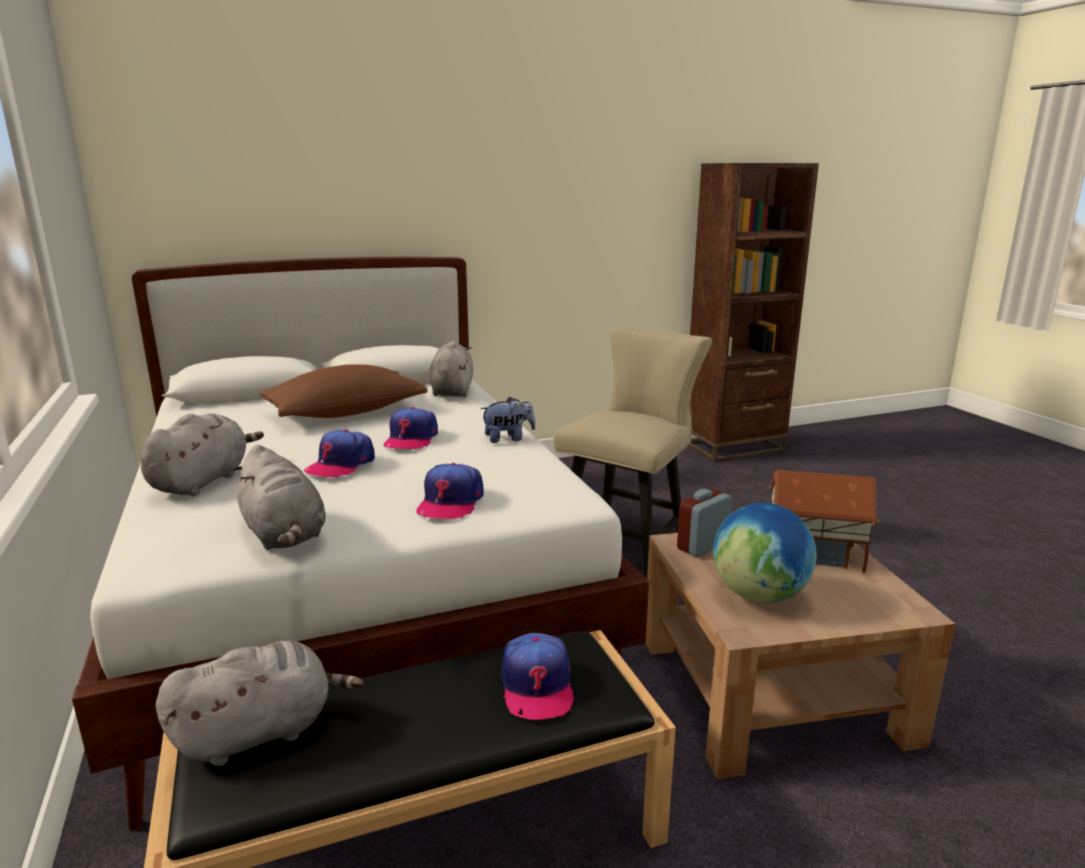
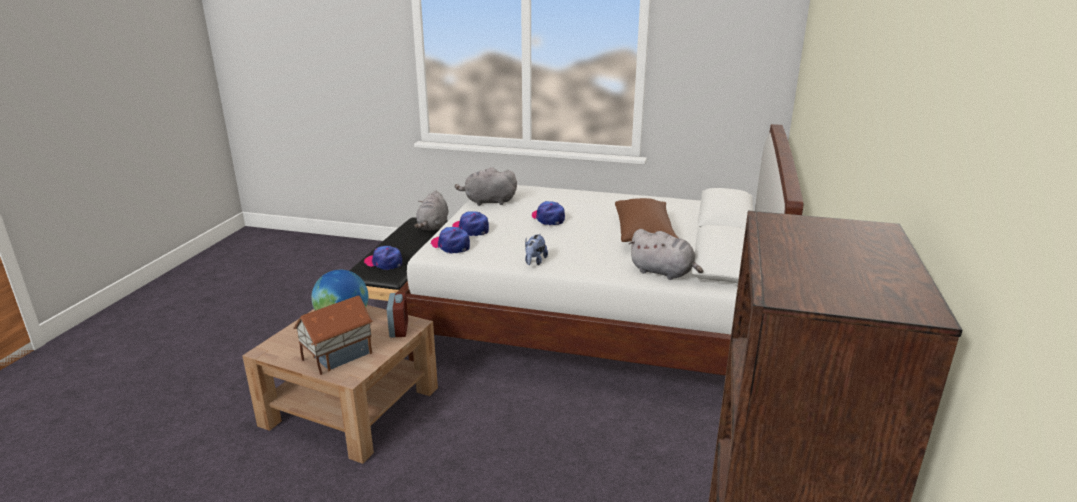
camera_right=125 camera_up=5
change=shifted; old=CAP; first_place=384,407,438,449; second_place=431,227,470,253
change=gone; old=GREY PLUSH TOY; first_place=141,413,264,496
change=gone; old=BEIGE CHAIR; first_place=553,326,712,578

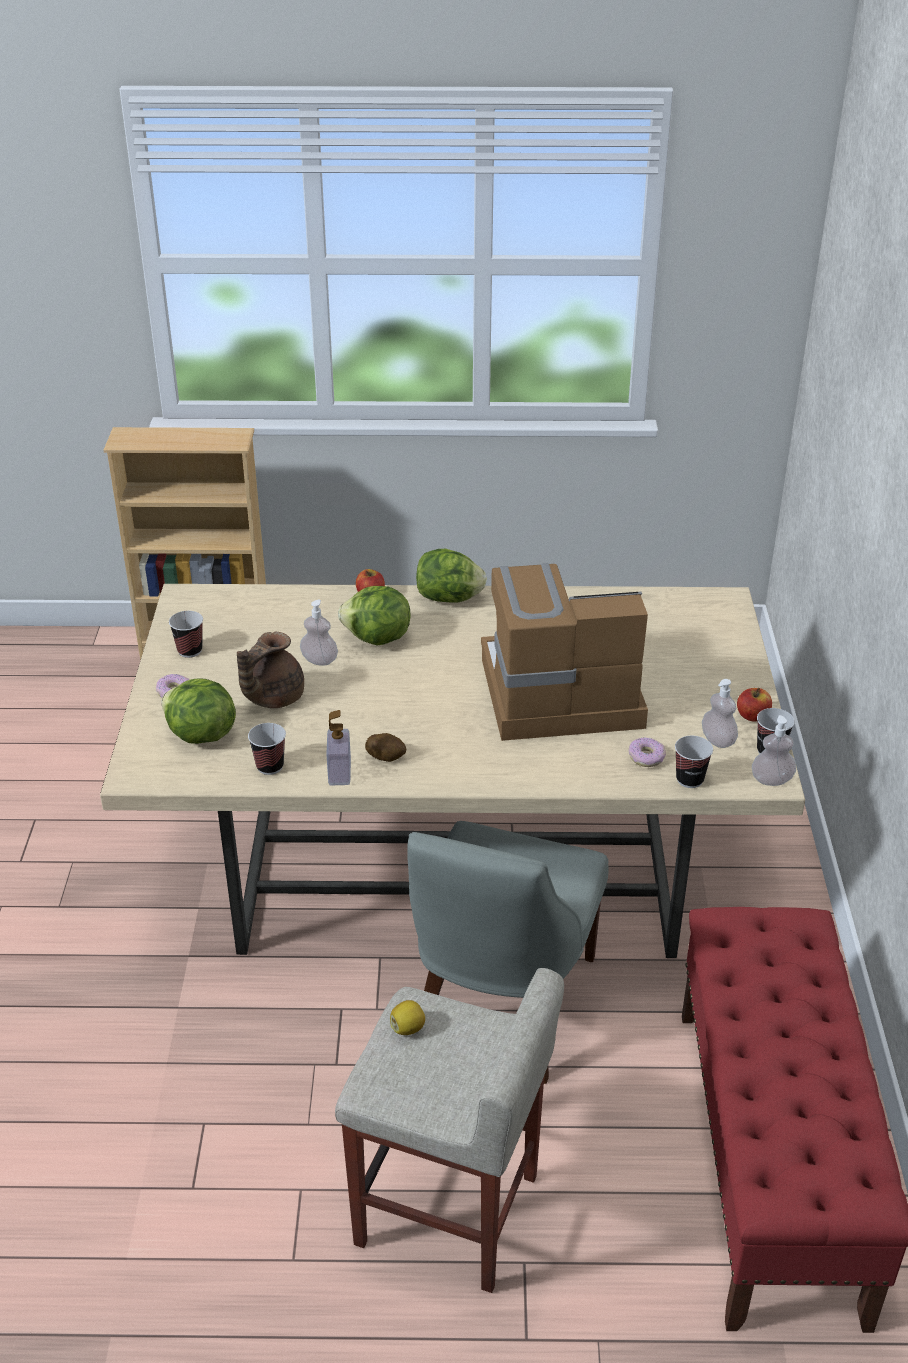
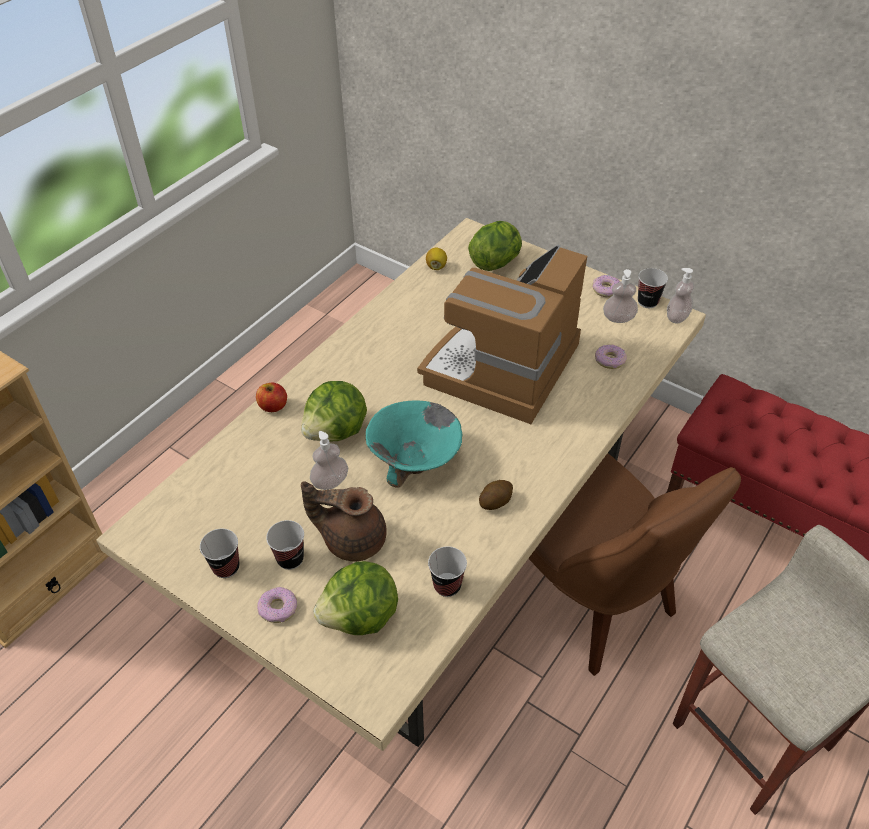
camera_right=-55 camera_up=10
change=shifted; old=CUP; first_place=675,736,713,788; second_place=266,520,304,570
change=rotated; old=BROWN TEAPOT; first_place=237,632,304,708; second_place=301,481,387,562; degrees=120
change=new; new=TURQUOISE BOWL; second_place=366,401,462,487
change=shifted; old=LEMON; first_place=390,1000,425,1035; second_place=426,248,447,270
change=shifted; old=LETTUCE; first_place=416,549,487,603; second_place=468,221,522,271
change=repainted; old=GREY CHAIR; new=BROWN CHAIR; first_place=407,821,609,1084; second_place=528,453,741,676
change=swapped; old=APPLE; new=DONUT; first_place=737,688,772,722; second_place=592,275,620,297
change=gone; old=SOAP DISPENSER; first_place=326,710,351,785

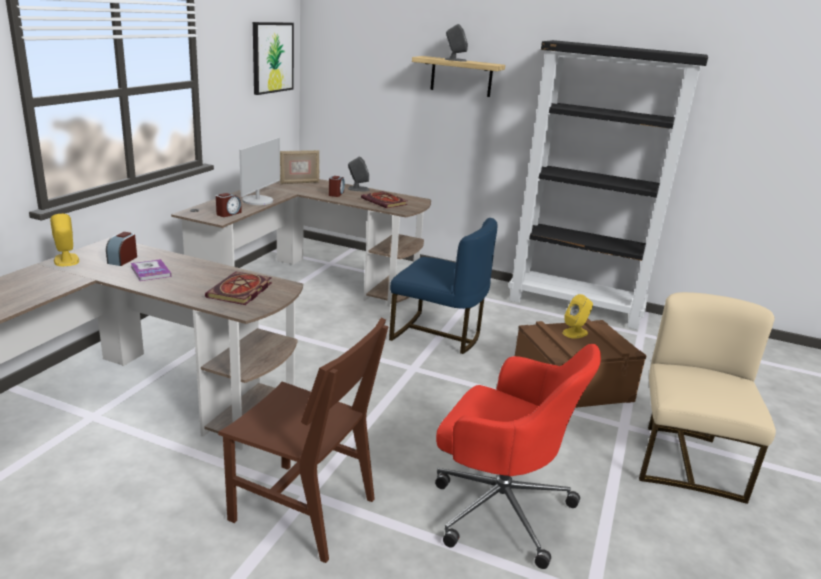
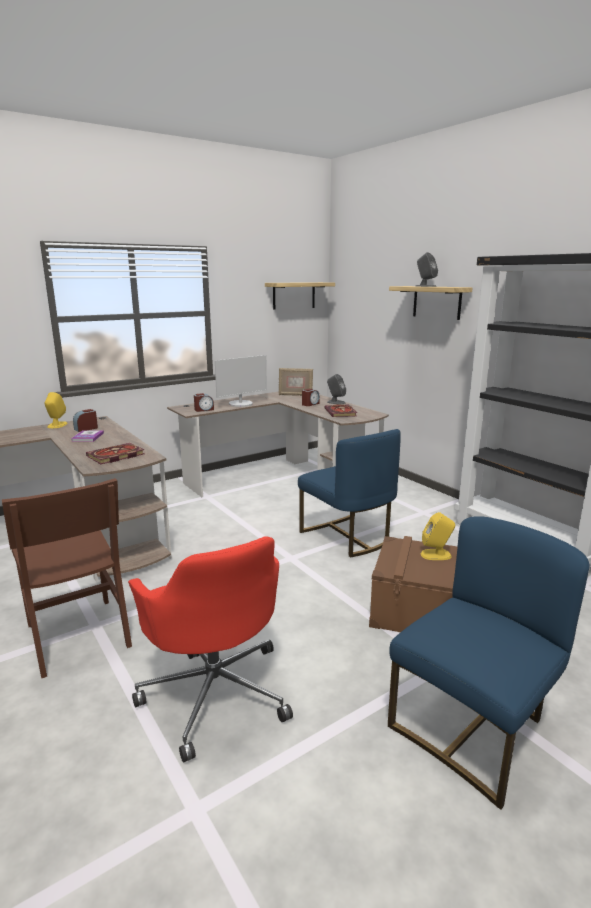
camera_right=35 camera_up=-5
change=swapped; old=PICTURE; new=SHELF; first_place=253,22,294,95; second_place=265,282,335,310
change=repainted; old=BEIGE CHAIR; new=BLUE CHAIR; first_place=639,292,776,504; second_place=388,516,590,810

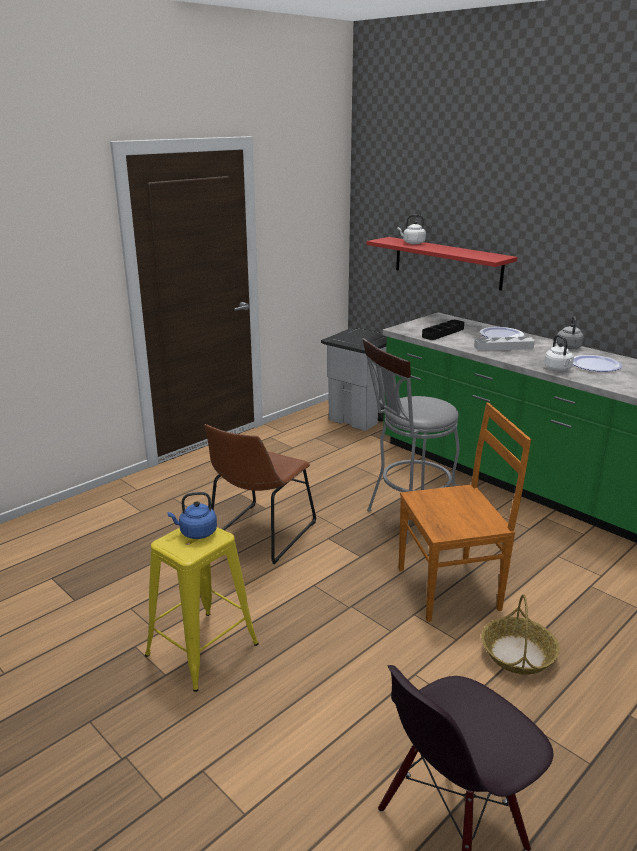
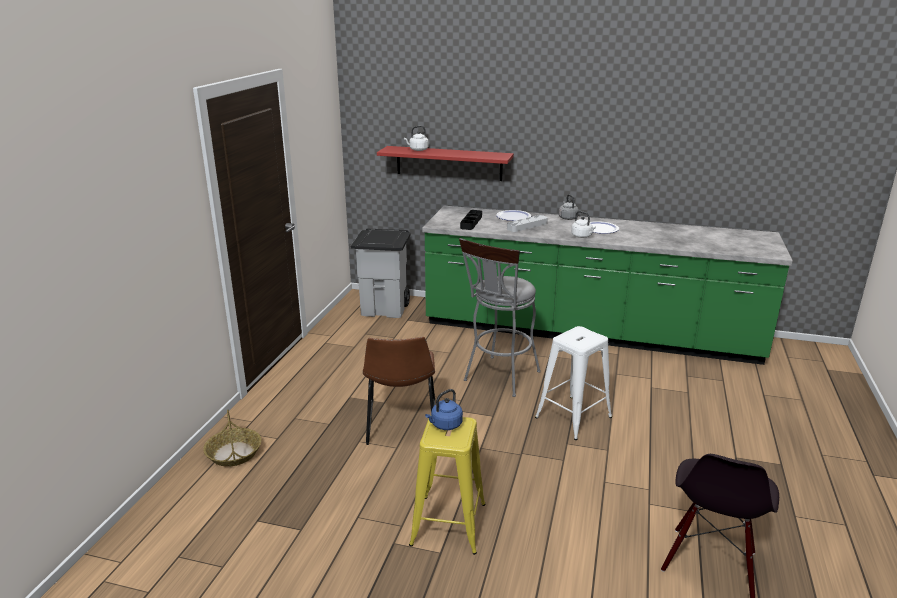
camera_right=-30 camera_up=0
change=shifted; old=BASKET; first_place=481,594,560,675; second_place=203,409,261,467
change=swapped; old=BROWN CHAIR; new=WHITE STOOL; first_place=399,402,531,622; second_place=535,326,612,440

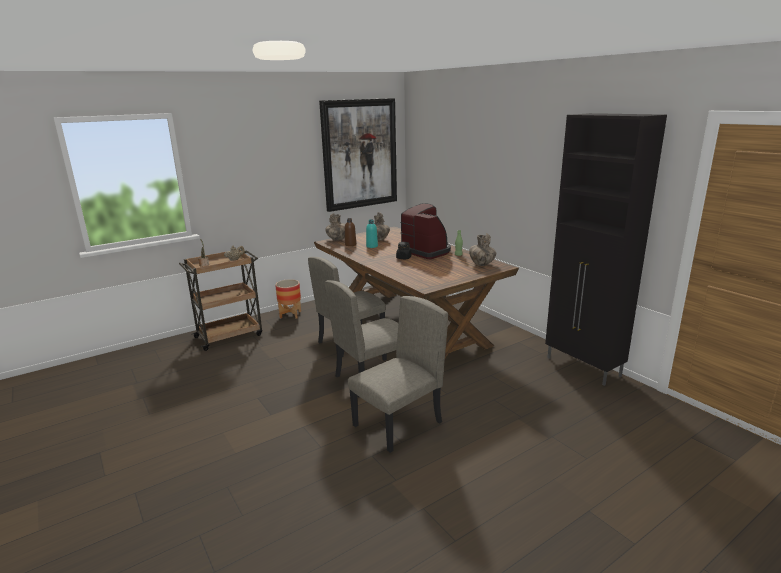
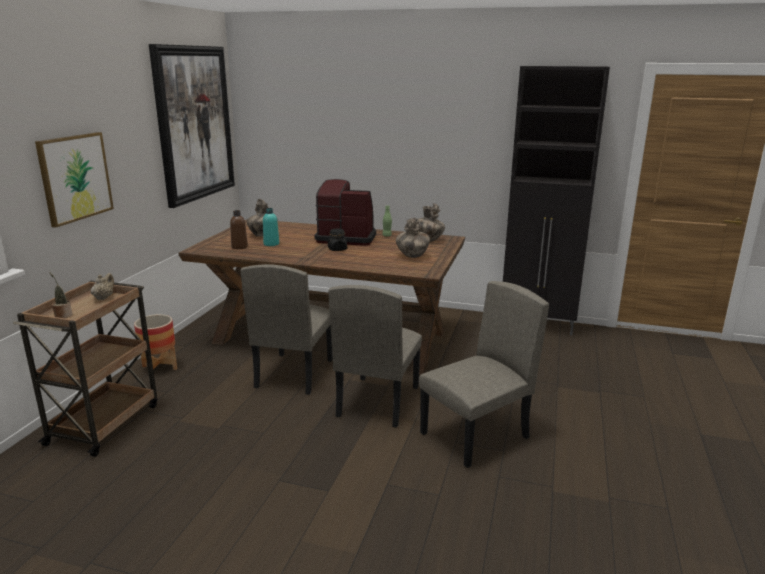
camera_right=-40 camera_up=0
change=new; new=PICTURE; second_place=35,132,114,228
change=shifted; old=VASE; first_place=325,213,345,241; second_place=396,217,430,258
change=rotated; old=BEIGE CHAIR; first_place=348,296,448,453; second_place=419,281,549,468; degrees=45

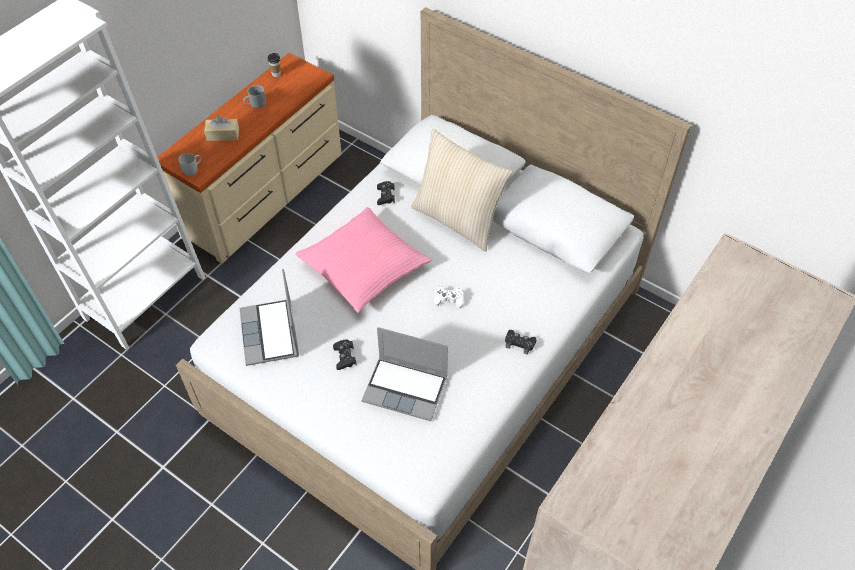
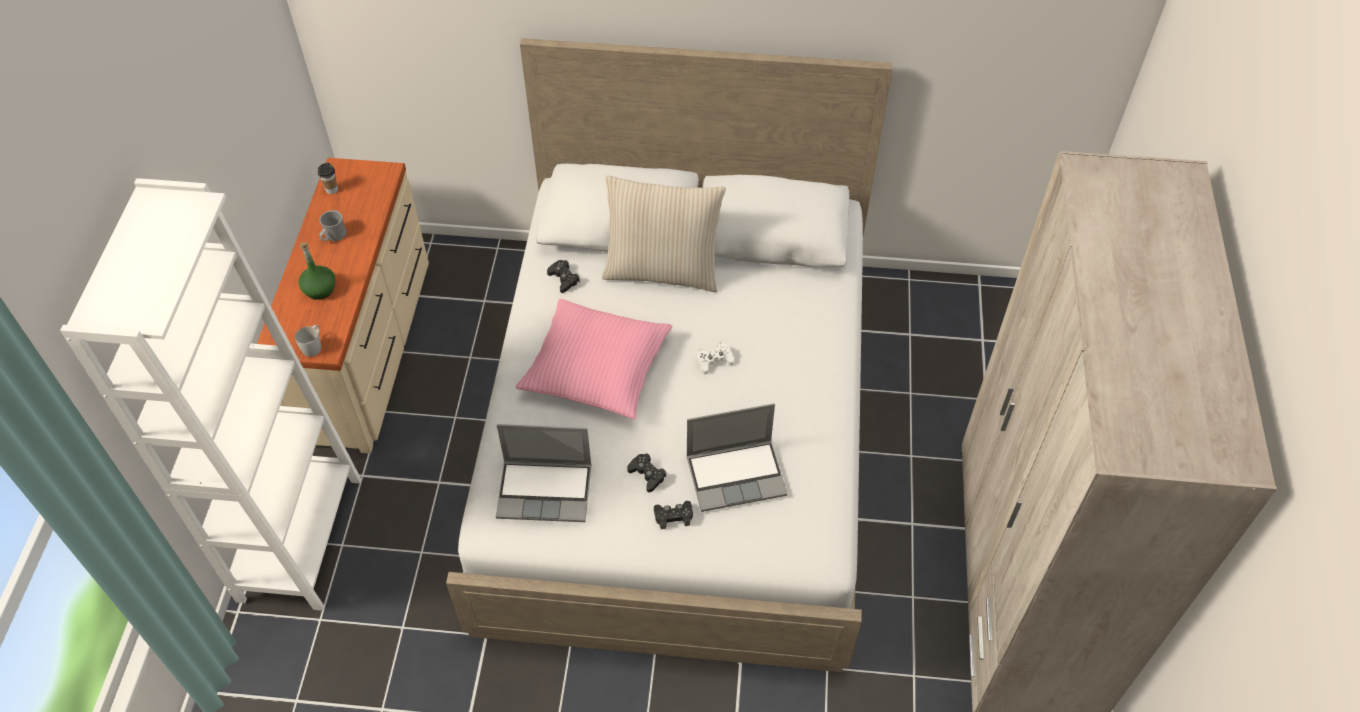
camera_right=-30 camera_up=0
change=swapped; old=BEIGE TISSUE BOX; new=GREEN BOTTLE; first_place=204,116,239,141; second_place=299,242,335,300
change=rotated; old=LAPTOP; first_place=239,269,299,366; second_place=496,424,592,522; degrees=-45
change=shifted; old=BLACK GAME CONTROLLER; first_place=505,330,537,354; second_place=654,501,693,529

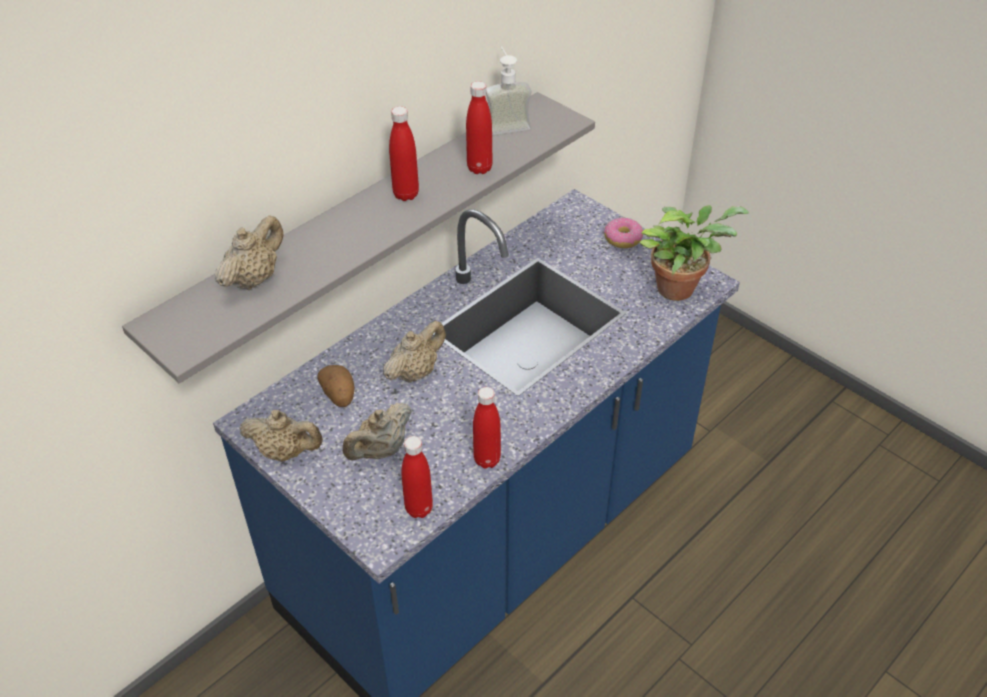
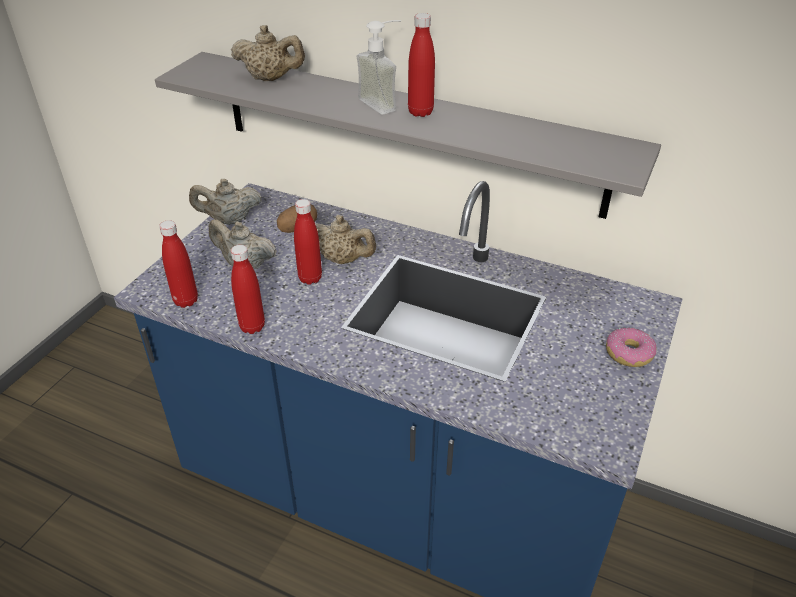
camera_right=70 camera_up=-5
change=rotated; old=BEIGE TEAPOT; first_place=239,410,323,462; second_place=189,179,261,225; degrees=90
change=shifted; old=RED BOTTLE; first_place=466,81,493,174; second_place=294,199,322,285
change=shifted; old=SOAP DISPENSER; first_place=486,47,531,135; second_place=357,20,401,115
change=gone; old=POTTED PLANT; first_place=639,205,749,301

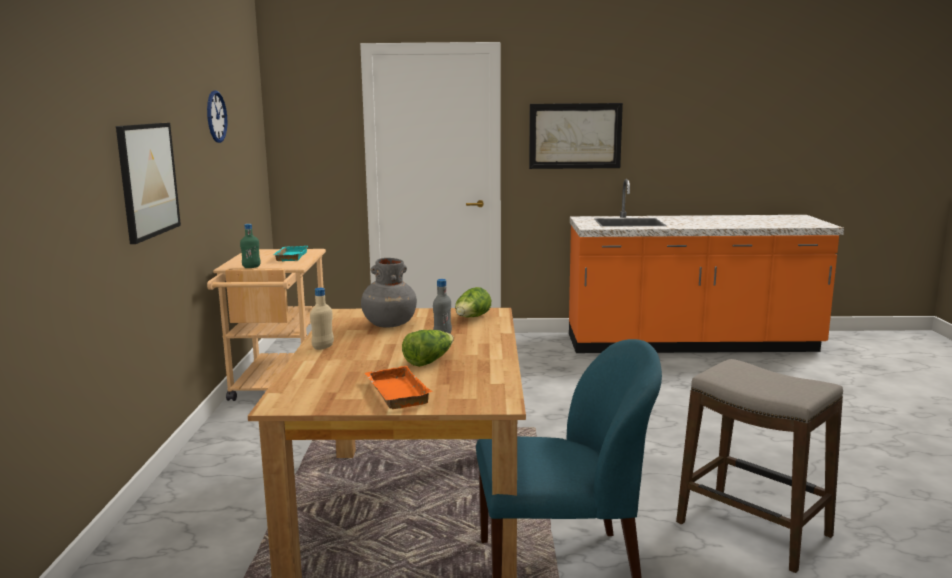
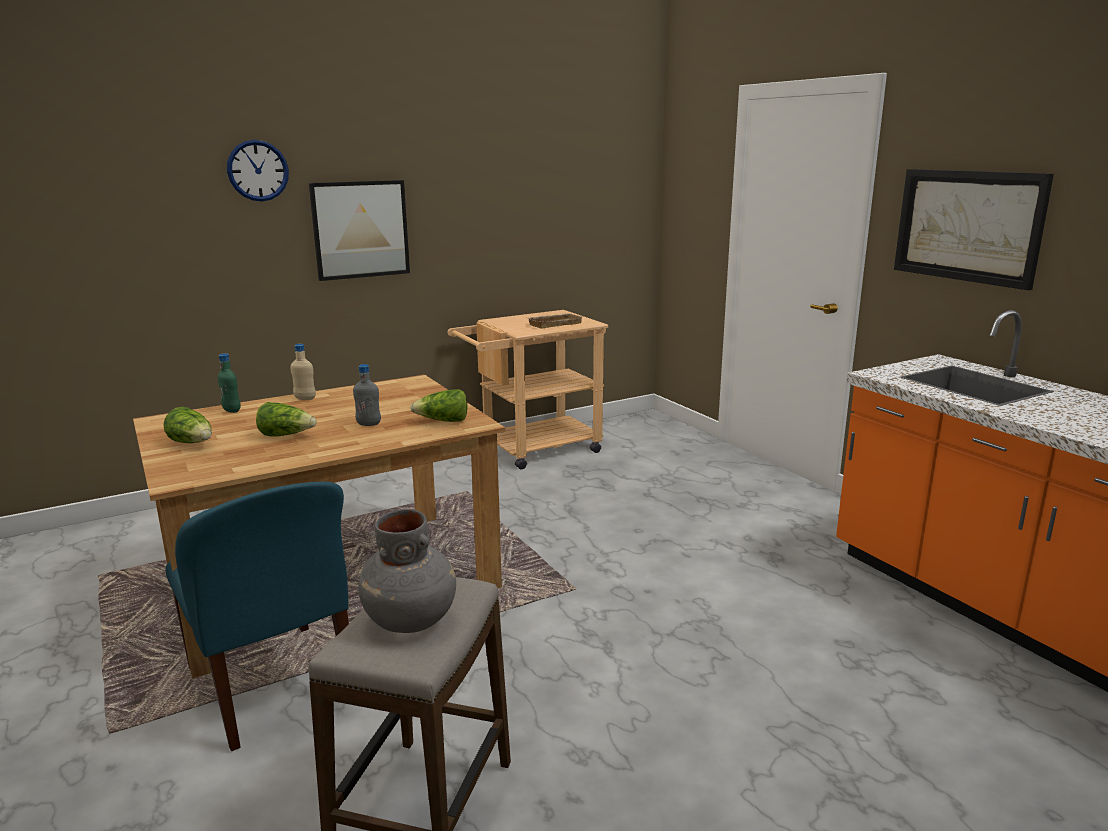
camera_right=60 camera_up=5
change=swapped; old=ORANGE TRAY; new=LETTUCE; first_place=365,366,433,409; second_place=163,407,212,443
change=shifted; old=GREEN BOTTLE; first_place=240,224,261,268; second_place=218,353,241,413
change=shifted; old=WALL CLOCK; first_place=207,90,227,143; second_place=227,140,289,202
change=shifted; old=GREY VASE; first_place=361,258,417,328; second_place=358,509,456,633
change=repainted; old=TURQUOISE TRAY; new=BEIGE TRAY; first_place=274,246,308,261; second_place=527,313,582,329

